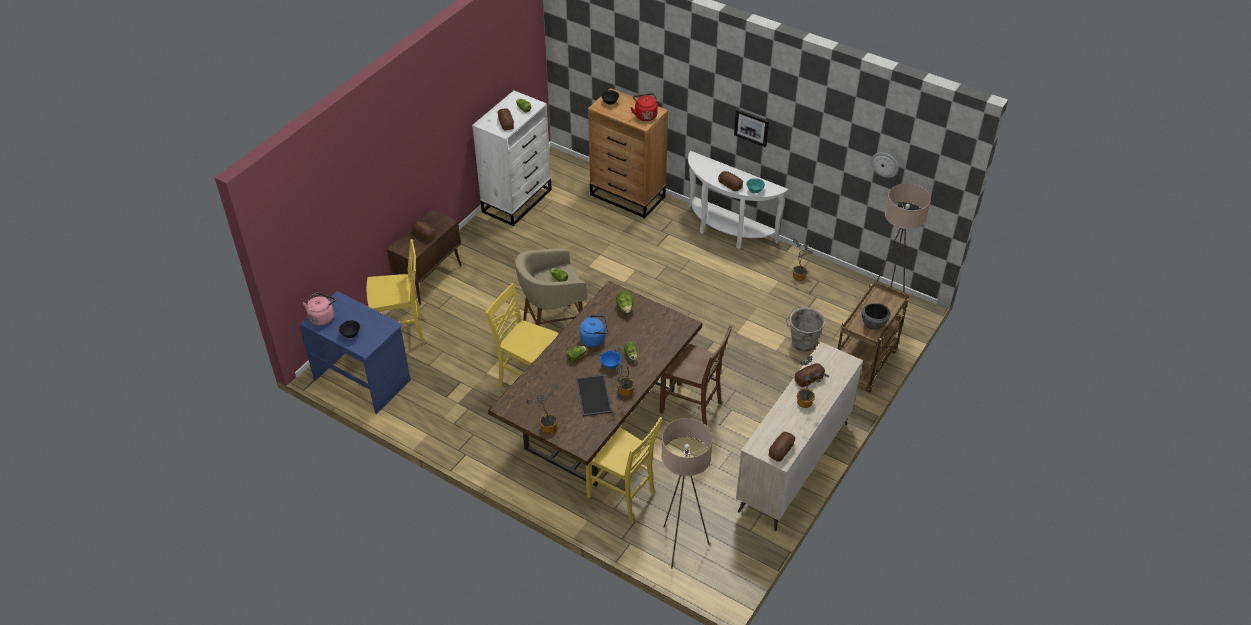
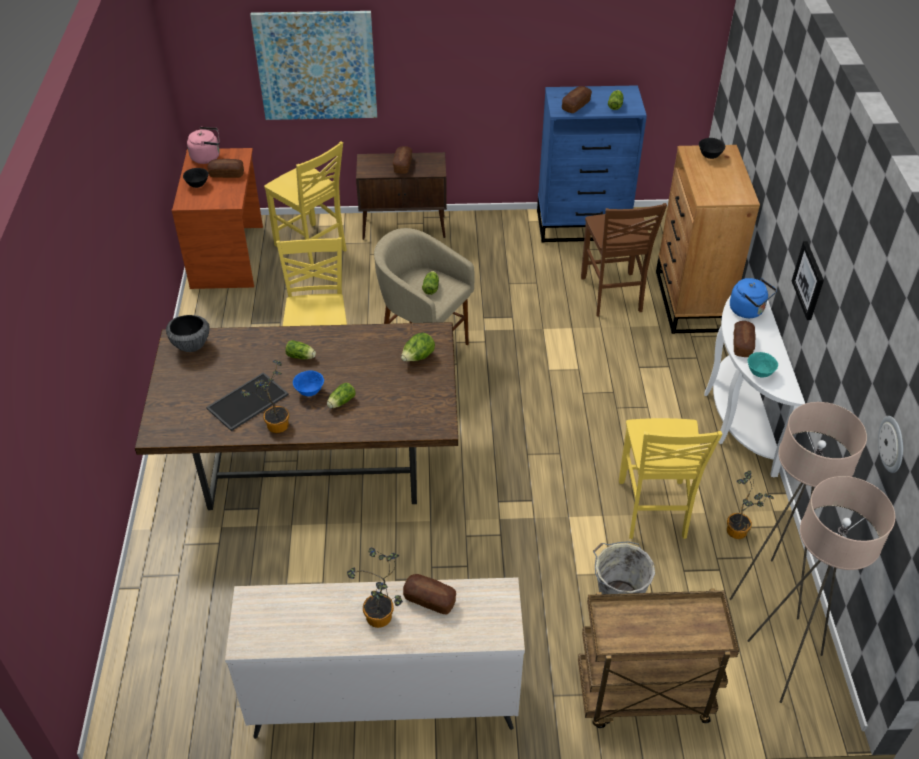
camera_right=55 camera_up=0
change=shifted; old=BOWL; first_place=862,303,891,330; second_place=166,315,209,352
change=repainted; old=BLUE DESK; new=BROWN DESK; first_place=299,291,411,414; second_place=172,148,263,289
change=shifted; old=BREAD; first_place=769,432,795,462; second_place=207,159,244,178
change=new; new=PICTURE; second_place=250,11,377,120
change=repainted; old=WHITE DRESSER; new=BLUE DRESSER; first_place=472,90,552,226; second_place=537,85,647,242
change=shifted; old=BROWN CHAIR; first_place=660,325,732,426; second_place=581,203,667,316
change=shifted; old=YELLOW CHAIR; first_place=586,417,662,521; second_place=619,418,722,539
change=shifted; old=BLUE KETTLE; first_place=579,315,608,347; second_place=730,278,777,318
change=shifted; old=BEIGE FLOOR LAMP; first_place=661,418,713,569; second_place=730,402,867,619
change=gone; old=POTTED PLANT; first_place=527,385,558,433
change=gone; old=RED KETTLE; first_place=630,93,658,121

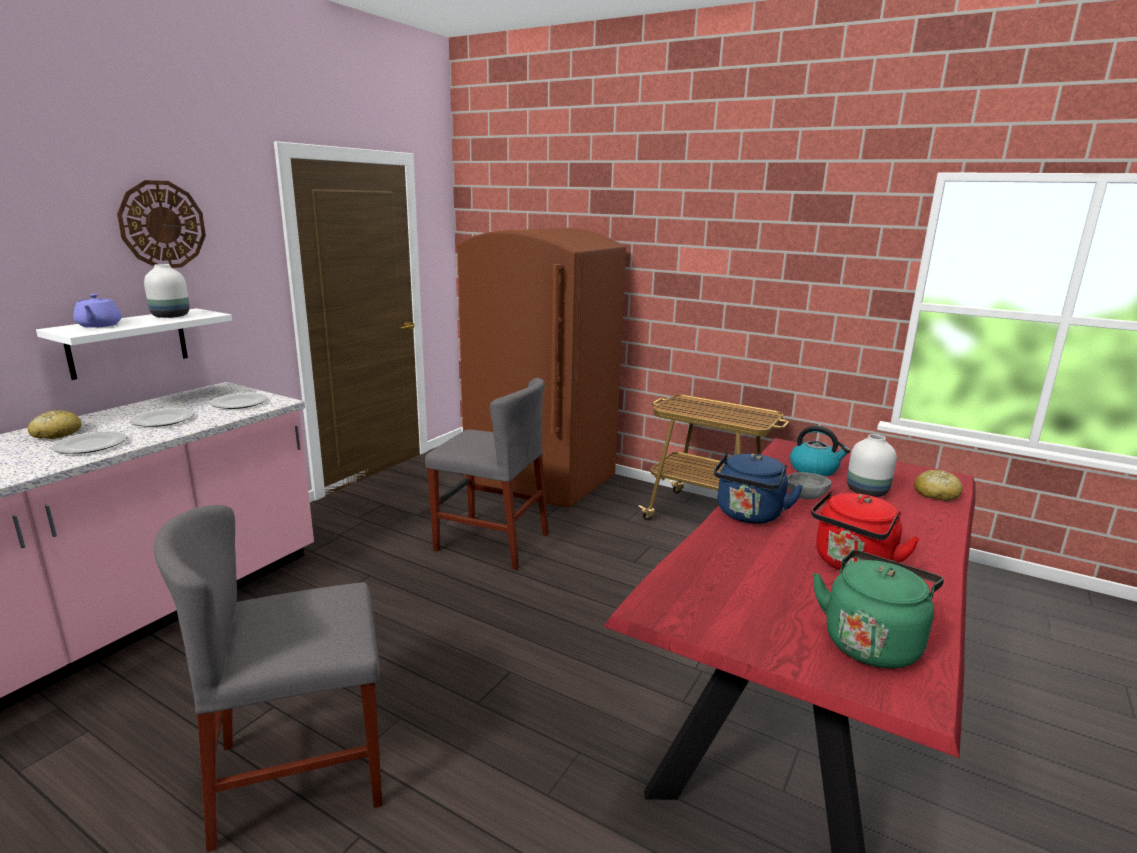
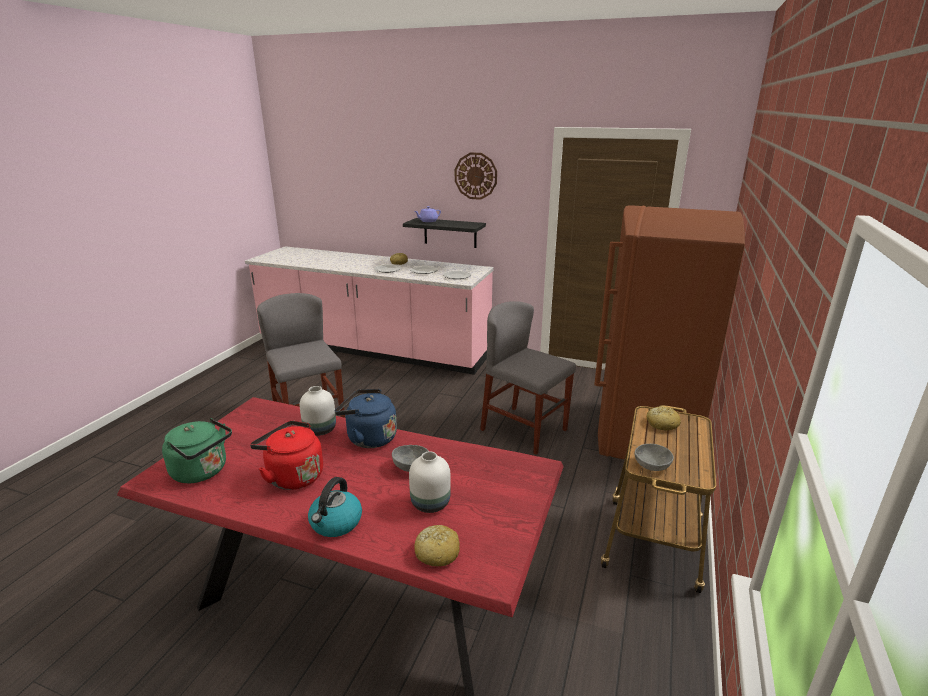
camera_right=80 camera_up=5
change=shifted; old=WHITE VASE; first_place=144,264,189,318; second_place=300,386,336,436
change=shifted; old=KETTLE; first_place=790,426,850,477; second_place=308,477,362,537
change=repainted; old=WHITE SHELF; new=BLACK SHELF; first_place=36,308,232,380; second_place=403,218,486,248
change=rotated; old=GREY CHAIR; first_place=425,378,548,570; second_place=480,301,576,455; degrees=120
change=new; new=GREY BOWL; second_place=635,444,674,471
change=new; new=BREAD; second_place=647,406,681,431

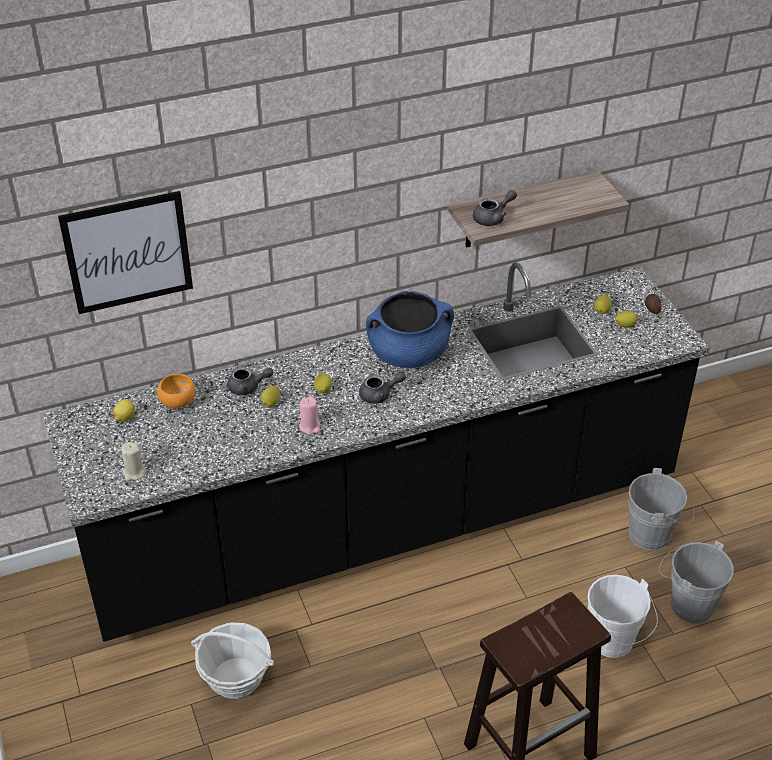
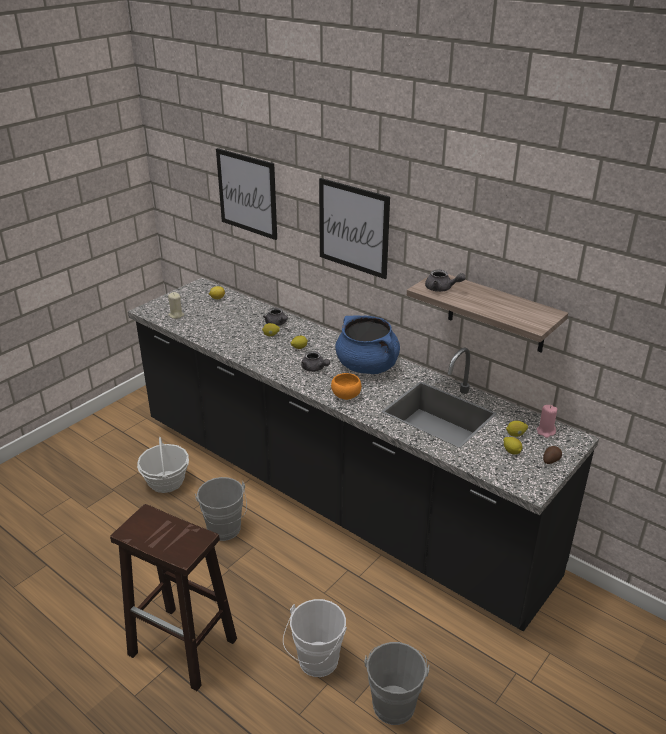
camera_right=60 camera_up=-10
change=shifted; old=GREY BUCKET; first_place=628,468,695,550; second_place=195,477,247,541
change=new; new=PICTURE; second_place=319,178,390,279
change=shifted; old=ORANGE BOWL; first_place=157,374,195,408; second_place=331,373,361,400
change=shifted; old=PINK CANDLE; first_place=299,397,321,435; second_place=537,405,557,438

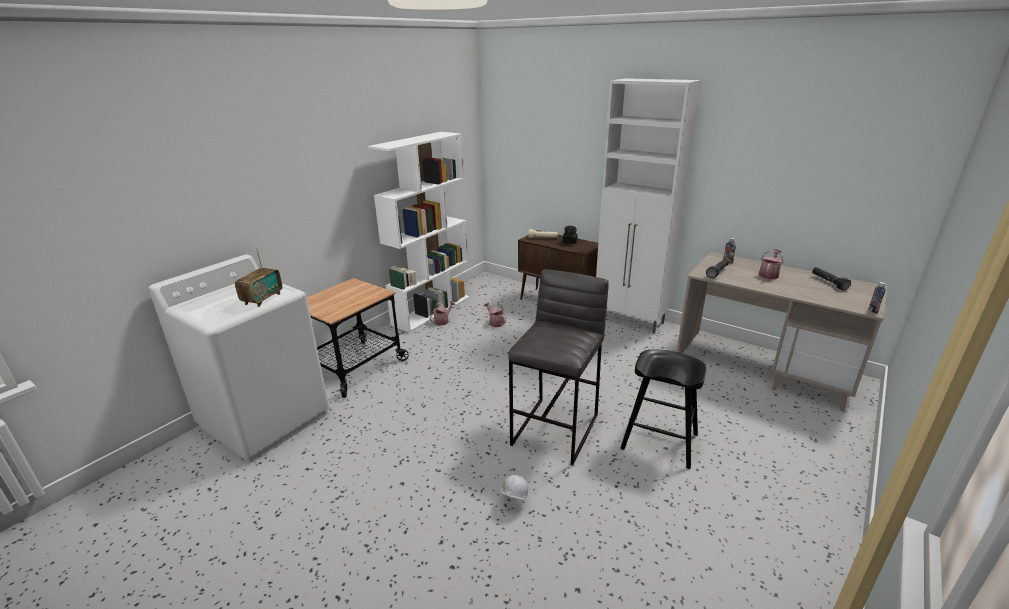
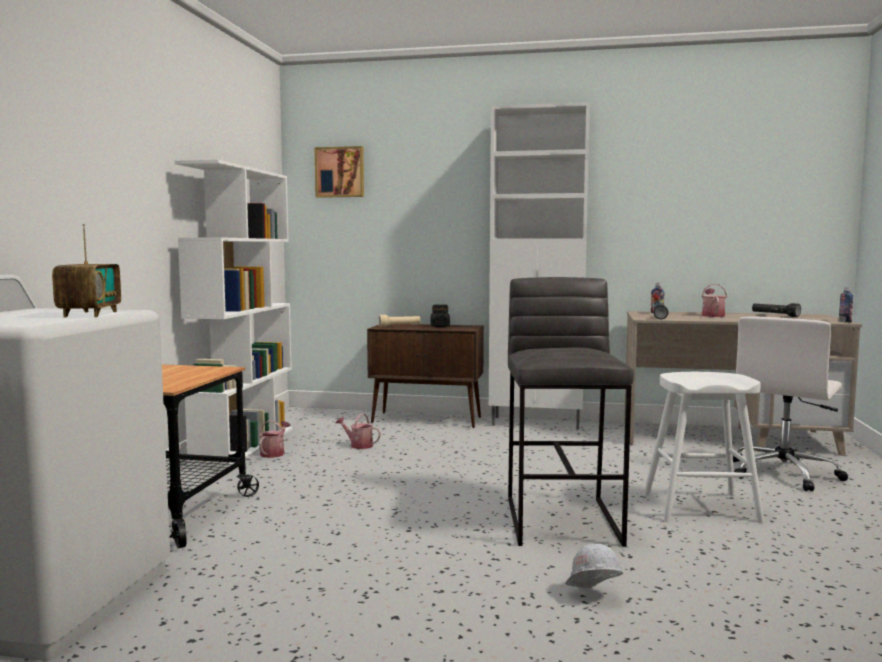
camera_right=-25 camera_up=-20
change=new; new=PICTURE; second_place=315,146,364,198
change=repainted; old=BLACK STOOL; new=WHITE STOOL; first_place=621,350,706,469; second_place=644,372,764,522
change=new; new=WHITE OFFICE CHAIR; second_place=733,316,849,491

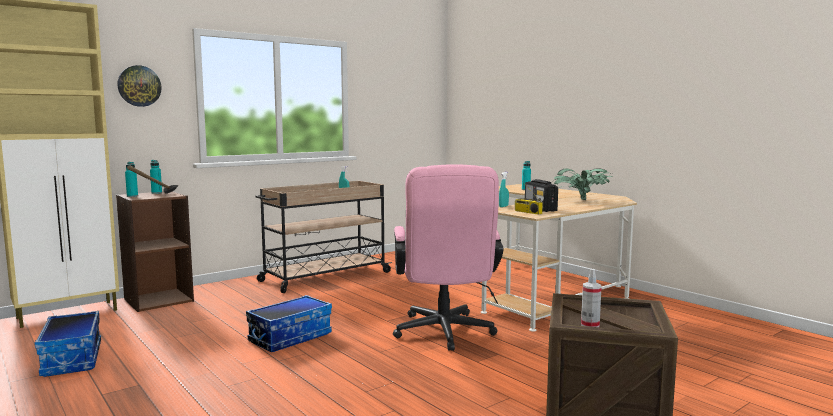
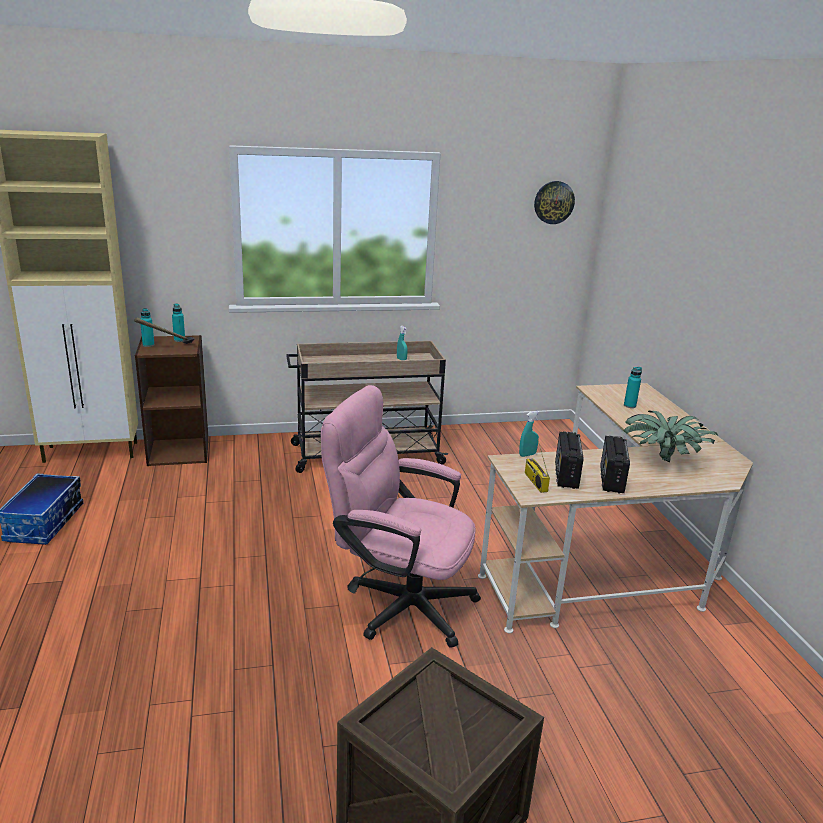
camera_right=25 camera_up=15
change=rotated; old=PINK OFFICE CHAIR; first_place=393,164,503,351; second_place=321,385,481,648; degrees=90
change=shifted; old=WALL CLOCK; first_place=117,65,161,107; second_place=534,181,575,224
change=new; new=RADIO; second_place=600,436,630,493
change=gone; old=STORAGE BOX; first_place=246,295,332,352
change=gone; old=SPRAY BOTTLE; first_place=581,269,602,327

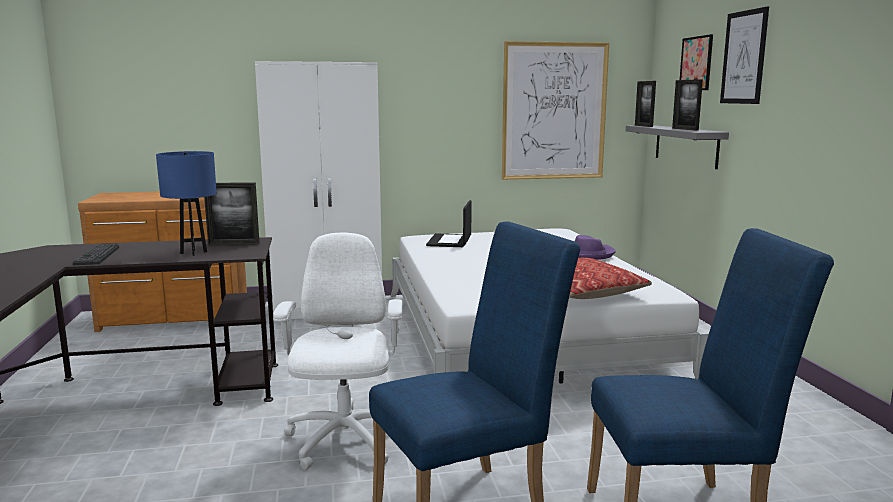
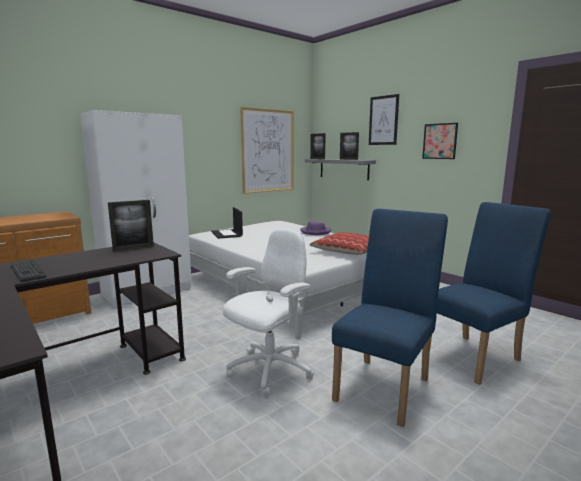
camera_right=-30 camera_up=0
change=rotated; old=WHITE OFFICE CHAIR; first_place=273,233,402,470; second_place=223,228,314,397; degrees=75
change=shifted; old=PICTURE; first_place=680,34,713,90; second_place=422,123,458,159
change=gone; old=BLUE TABLE LAMP; first_place=156,151,217,256

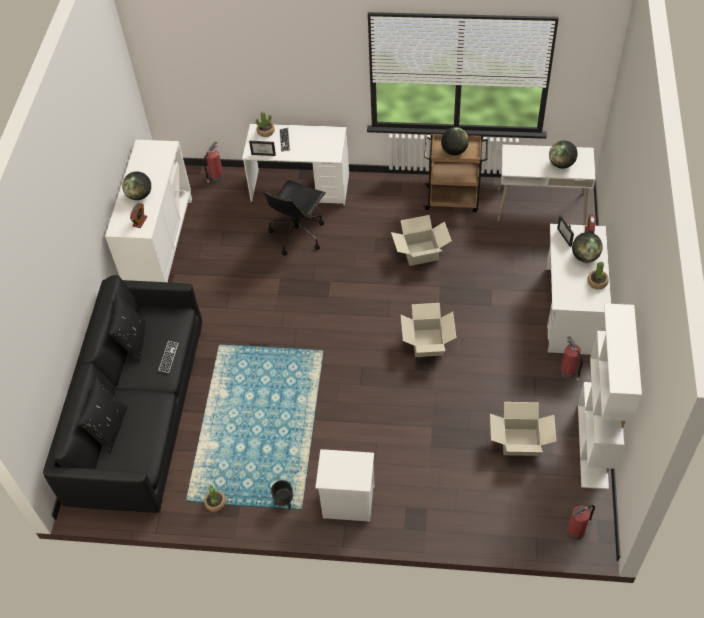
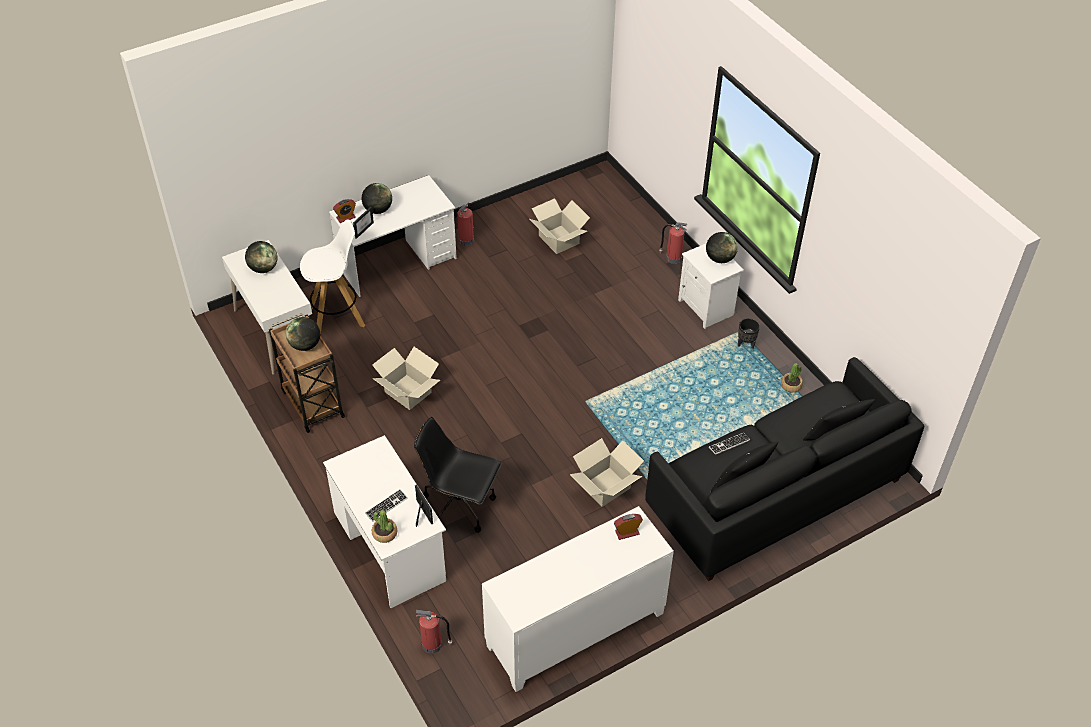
camera_right=-130 camera_up=-5
change=new; new=WHITE STOOL; second_place=300,219,365,335
change=rotated; old=BLACK OFFICE CHAIR; first_place=263,180,326,256; second_place=414,417,502,533; degrees=-150
change=shifted; old=CARDBOARD BOX; first_place=401,303,456,357; second_place=570,438,644,507
change=shifted; old=FIRE EXTINGUISHER; first_place=567,505,595,540; second_place=659,222,688,264
change=shifted; old=GLOBE; first_place=122,172,151,200; second_place=706,232,738,263
change=gone; old=WHITE BOOKCASE; first_place=578,303,642,489
change=gone; old=POTTED PLANT; first_place=587,262,609,289

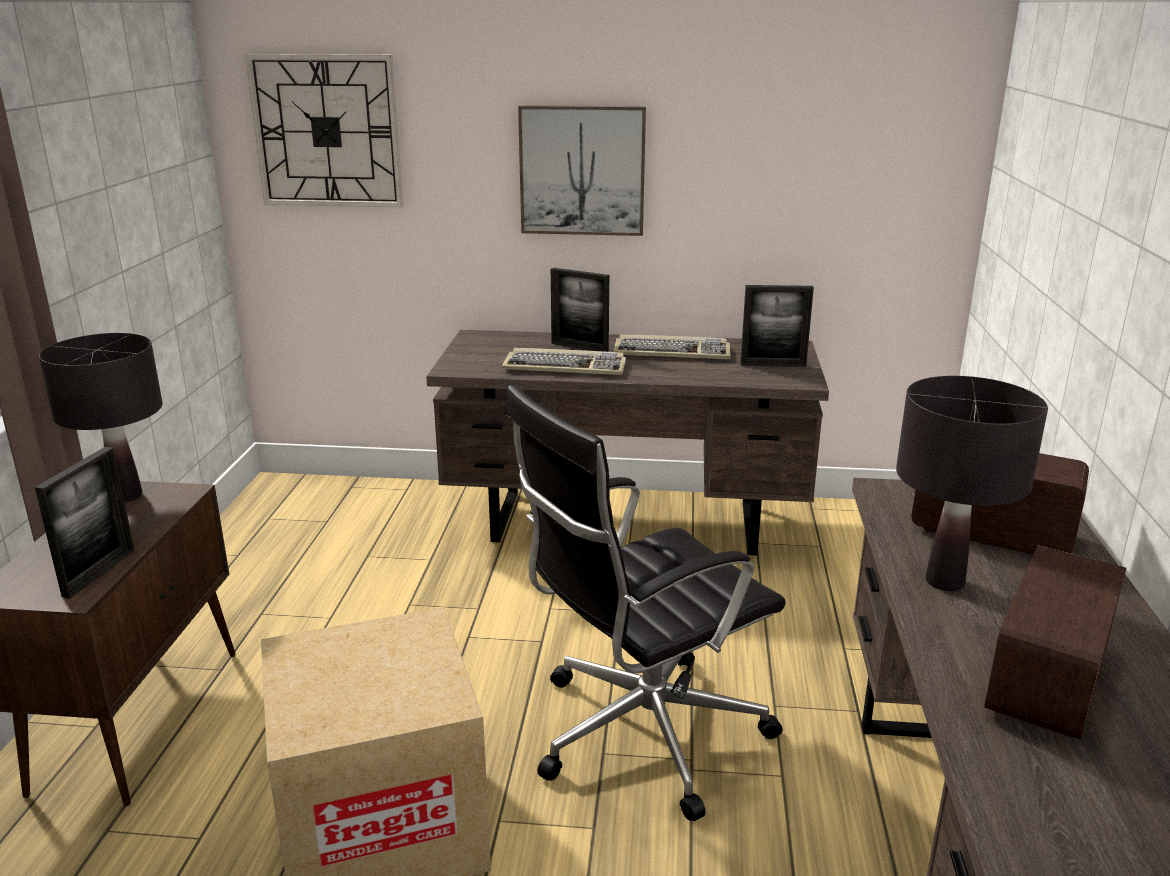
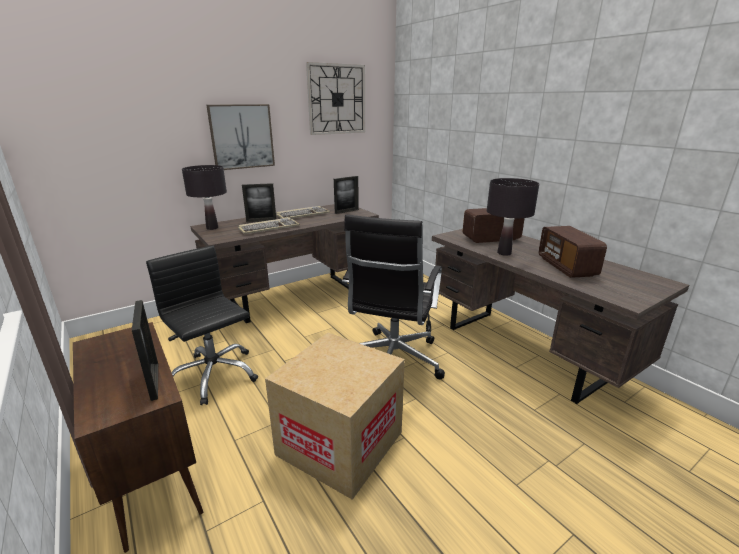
camera_right=-40 camera_up=0
change=new; new=BLACK OFFICE CHAIR; second_place=146,246,258,405
change=shifted; old=BLACK TABLE LAMP; first_place=39,333,163,502; second_place=182,165,227,230
change=shifted; old=WALL CLOCK; first_place=245,54,403,207; second_place=306,62,365,135

